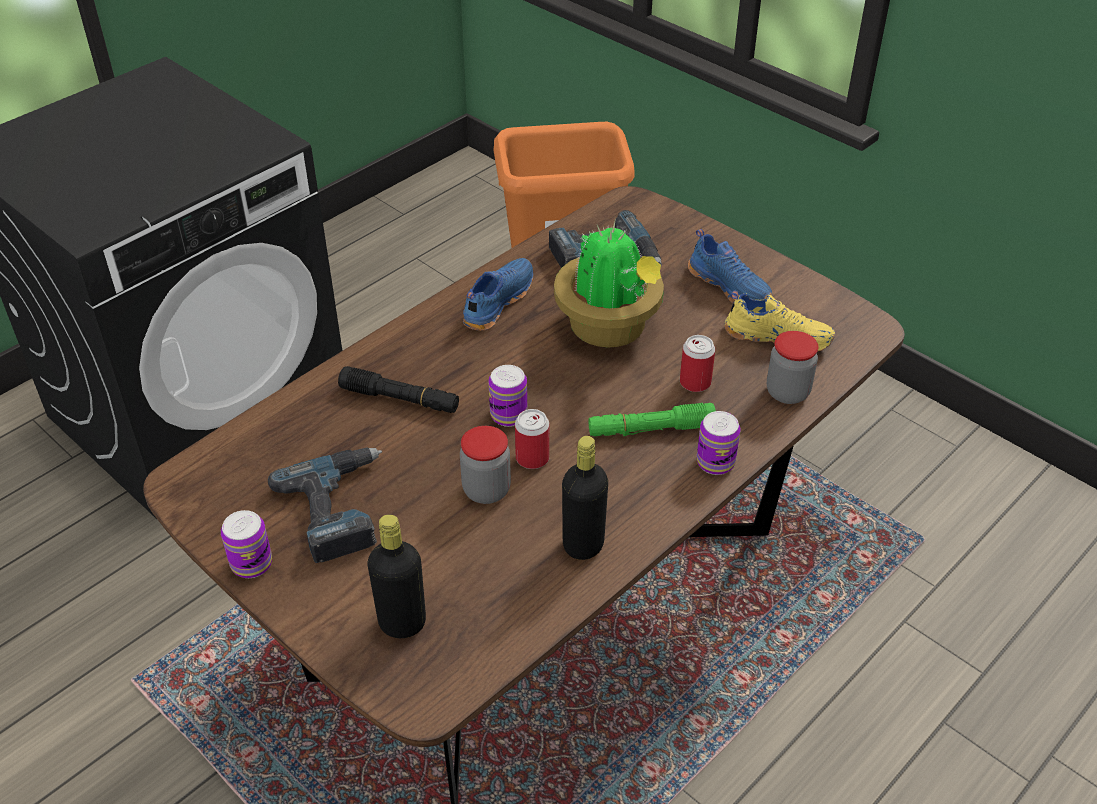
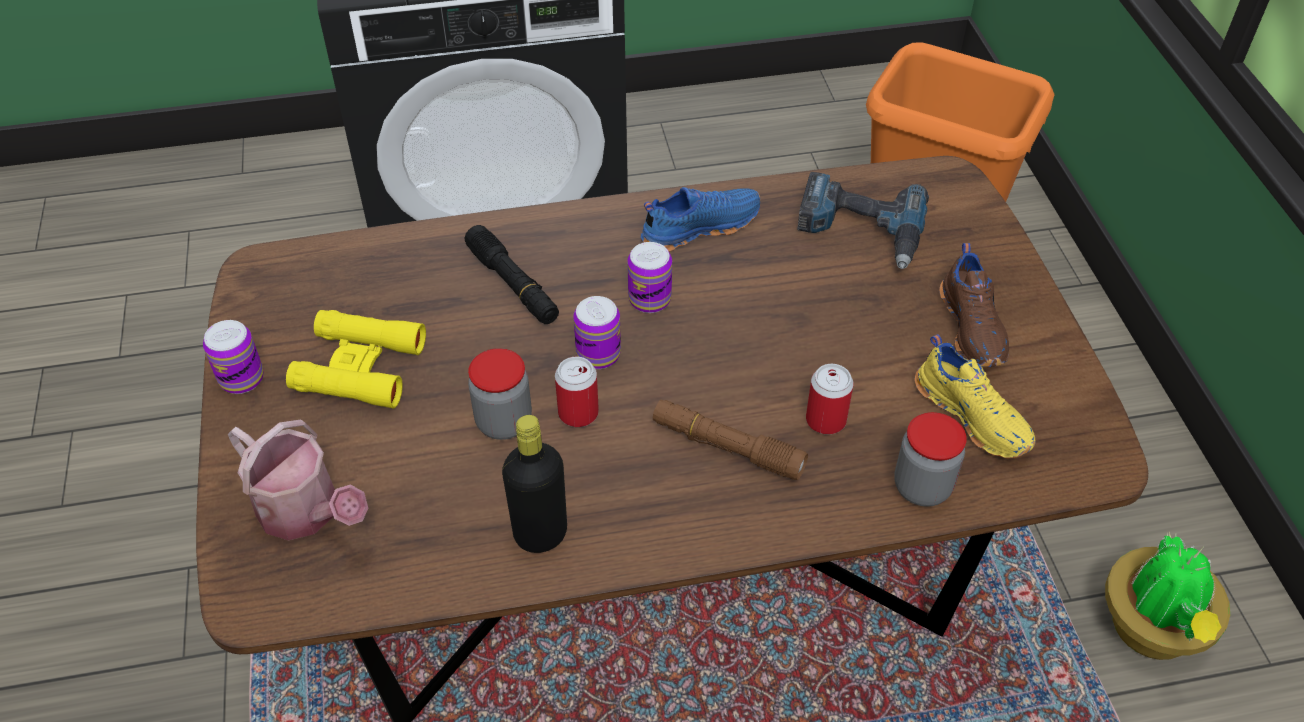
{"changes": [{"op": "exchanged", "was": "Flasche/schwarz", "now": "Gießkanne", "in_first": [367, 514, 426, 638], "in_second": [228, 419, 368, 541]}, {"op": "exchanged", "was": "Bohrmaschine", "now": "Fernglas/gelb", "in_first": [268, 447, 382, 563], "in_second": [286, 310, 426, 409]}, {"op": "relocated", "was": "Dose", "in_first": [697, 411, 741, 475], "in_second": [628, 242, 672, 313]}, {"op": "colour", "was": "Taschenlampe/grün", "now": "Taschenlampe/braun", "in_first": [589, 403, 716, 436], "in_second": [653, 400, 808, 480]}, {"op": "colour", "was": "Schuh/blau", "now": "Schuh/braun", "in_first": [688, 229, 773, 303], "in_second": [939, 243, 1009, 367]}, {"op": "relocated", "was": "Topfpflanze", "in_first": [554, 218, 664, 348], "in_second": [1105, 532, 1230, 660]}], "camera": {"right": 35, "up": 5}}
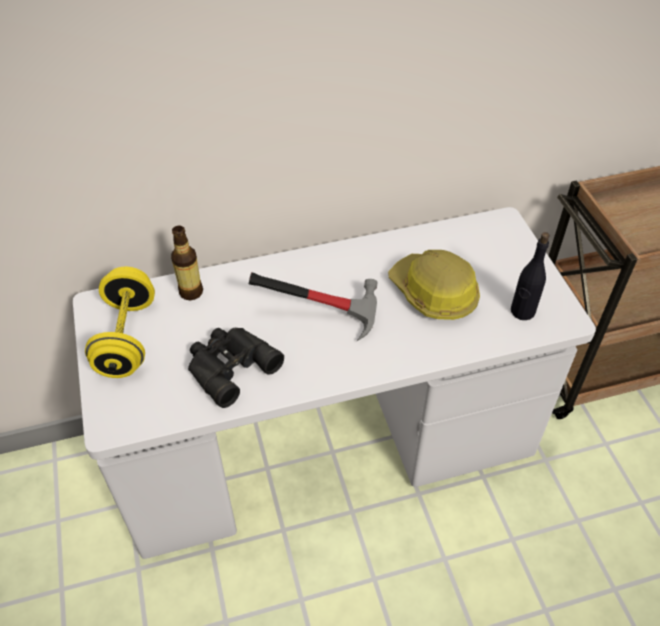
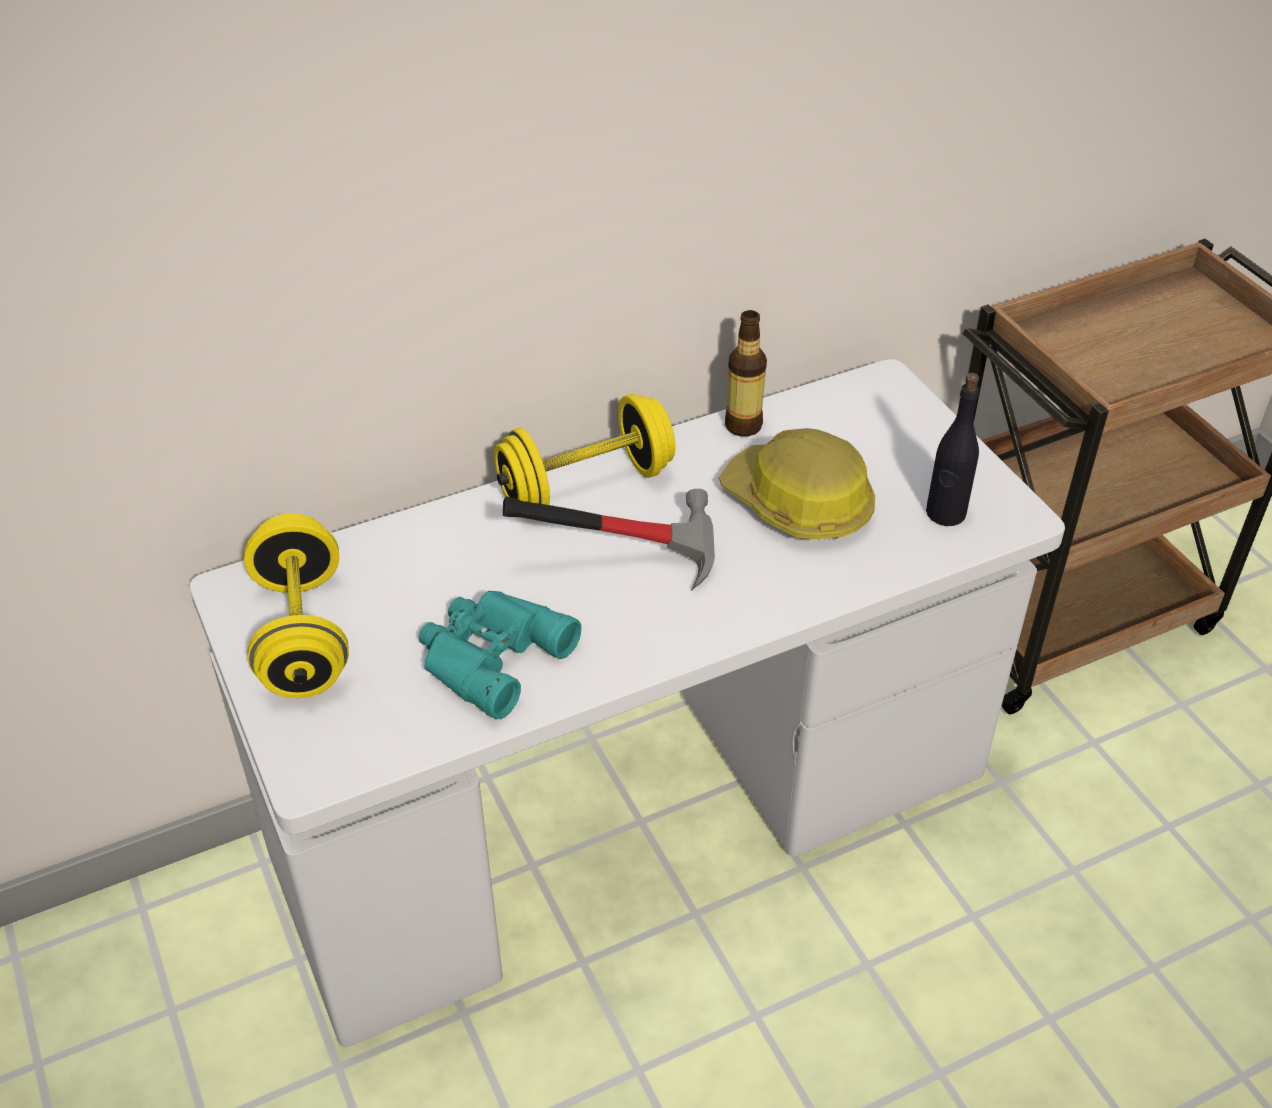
{"changes": [{"op": "colour", "was": "Fernglas/schwarz", "now": "Fernglas/türkis", "in_first": [188, 328, 284, 408], "in_second": [419, 591, 581, 719]}, {"op": "appeared", "now": "Hantel/gelb", "in_second": [494, 394, 675, 505]}, {"op": "relocated", "was": "Flasche", "in_first": [171, 226, 203, 300], "in_second": [725, 310, 767, 436]}], "camera": {"right": -10, "up": -5}}
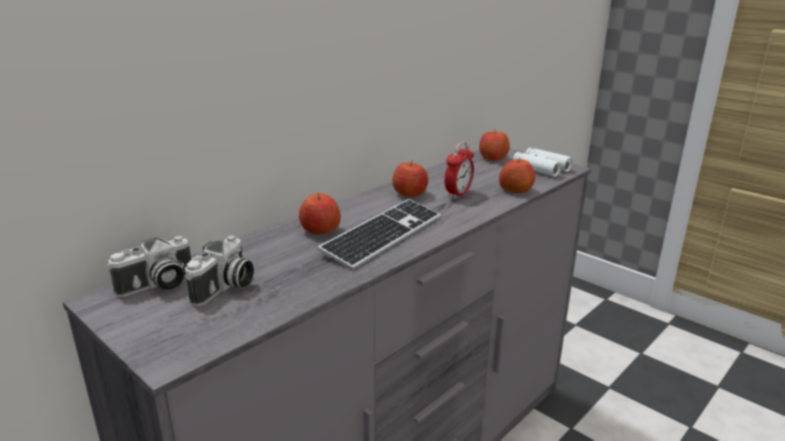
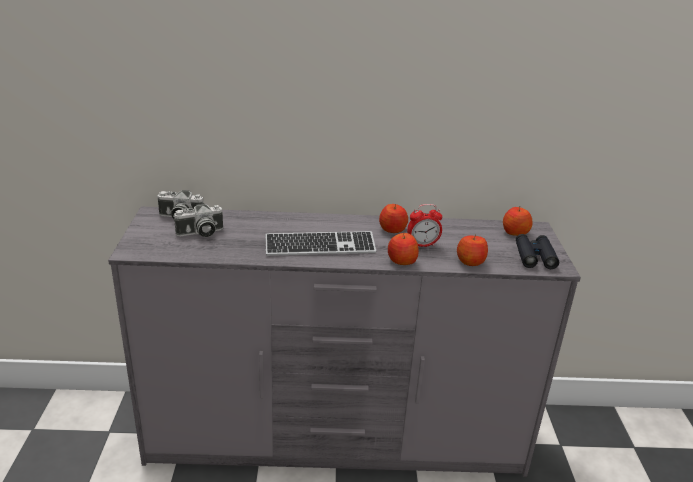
{"changes": [{"op": "relocated", "was": "Apfel", "in_first": [299, 193, 341, 234], "in_second": [388, 233, 419, 265]}, {"op": "colour", "was": "Fernglas/weiß", "now": "Fernglas/schwarz", "in_first": [513, 148, 573, 177], "in_second": [516, 234, 559, 269]}], "camera": {"right": 45, "up": 5}}
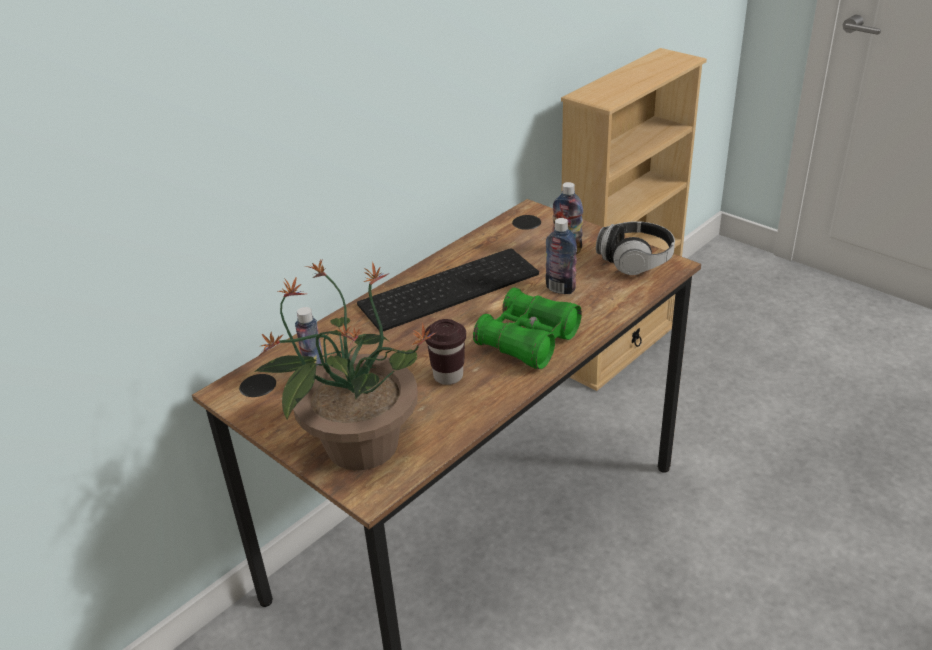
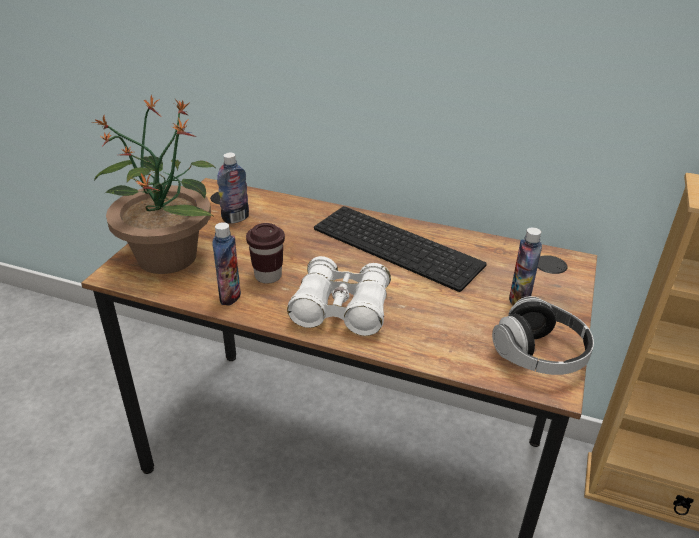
{"changes": [{"op": "relocated", "was": "Flasche", "in_first": [545, 218, 577, 294], "in_second": [212, 222, 241, 306]}, {"op": "colour", "was": "Fernglas/grün", "now": "Fernglas/weiß", "in_first": [473, 288, 582, 369], "in_second": [287, 256, 391, 336]}], "camera": {"right": 65, "up": 0}}
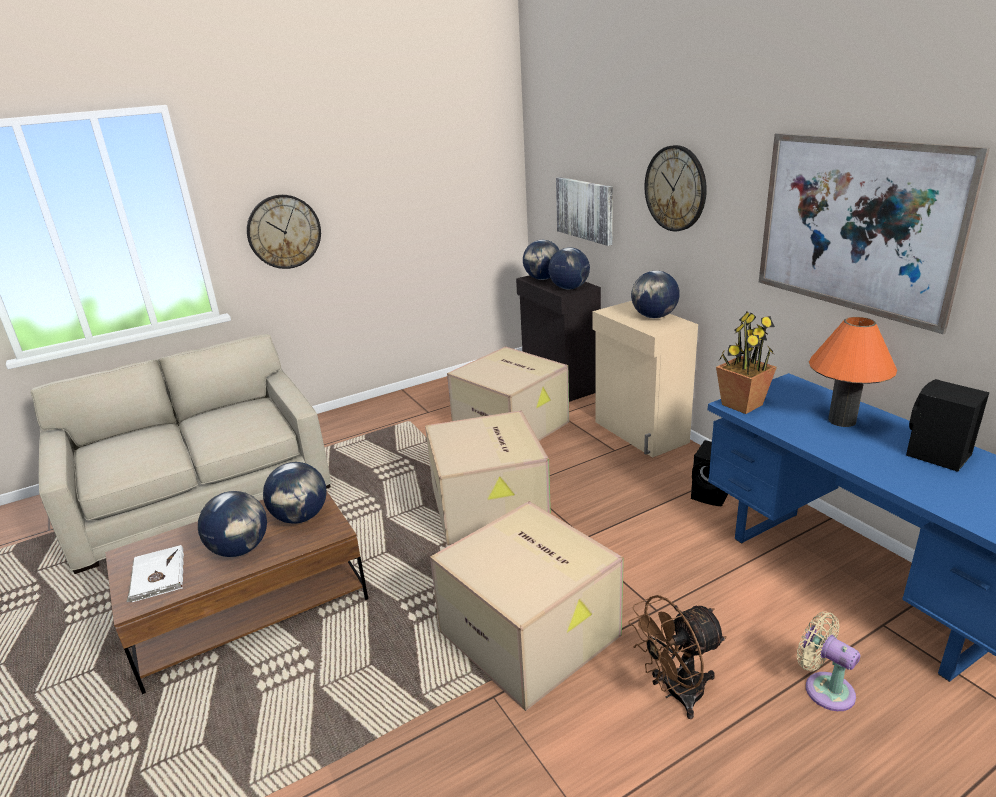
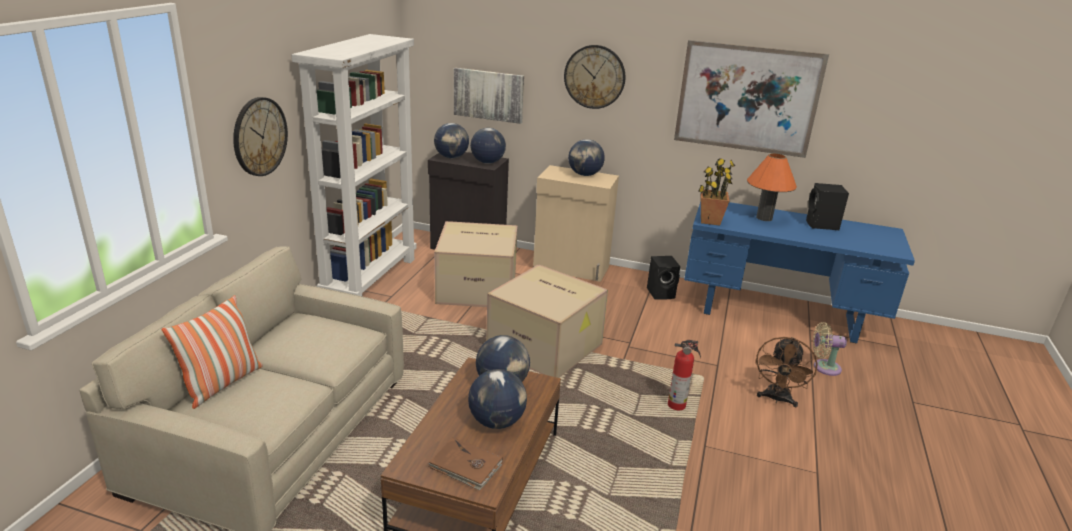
{"changes": [{"op": "appeared", "now": "Kissen", "in_second": [162, 295, 263, 409]}, {"op": "appeared", "now": "Bücherregal/weiß", "in_second": [291, 34, 417, 296]}, {"op": "colour", "was": "Buch/weiß", "now": "Buch/braun", "in_first": [126, 545, 184, 602], "in_second": [428, 437, 503, 490]}, {"op": "exchanged", "was": "Karton", "now": "Feuerlöscher", "in_first": [430, 501, 624, 711], "in_second": [668, 340, 701, 411]}], "camera": {"right": -45, "up": 0}}
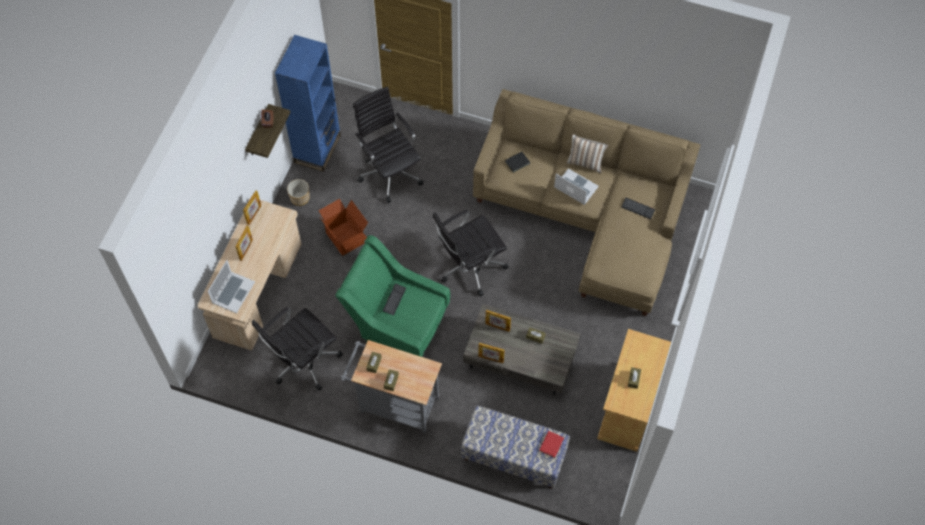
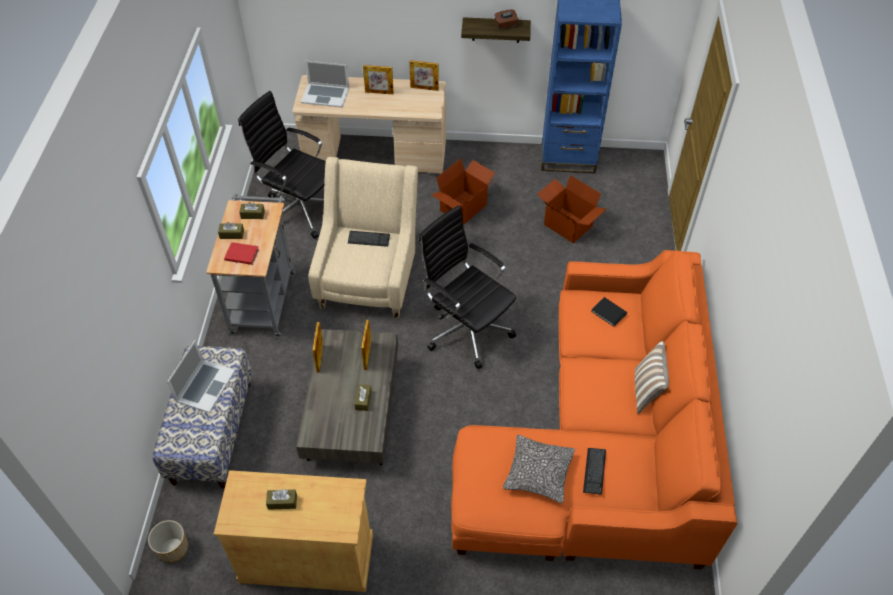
{"changes": [{"op": "relocated", "was": "Pflanzkübel", "in_first": [287, 179, 310, 206], "in_second": [148, 520, 188, 563]}, {"op": "relocated", "was": "Laptop", "in_first": [554, 168, 599, 205], "in_second": [167, 340, 235, 413]}, {"op": "relocated", "was": "Buch/rot", "in_first": [539, 431, 564, 458], "in_second": [224, 242, 259, 265]}, {"op": "colour", "was": "Sessel/grün", "now": "Sessel/beige", "in_first": [335, 235, 450, 357], "in_second": [308, 157, 418, 318]}, {"op": "colour", "was": "Sofa/beige", "now": "Sofa/orange", "in_first": [473, 89, 701, 316], "in_second": [451, 250, 738, 570]}, {"op": "appeared", "now": "Kissen", "in_second": [503, 435, 575, 503]}, {"op": "exchanged", "was": "Bürostuhl/schwarz", "now": "Karton", "in_first": [353, 87, 424, 203], "in_second": [537, 175, 607, 243]}], "camera": {"right": 75, "up": -10}}
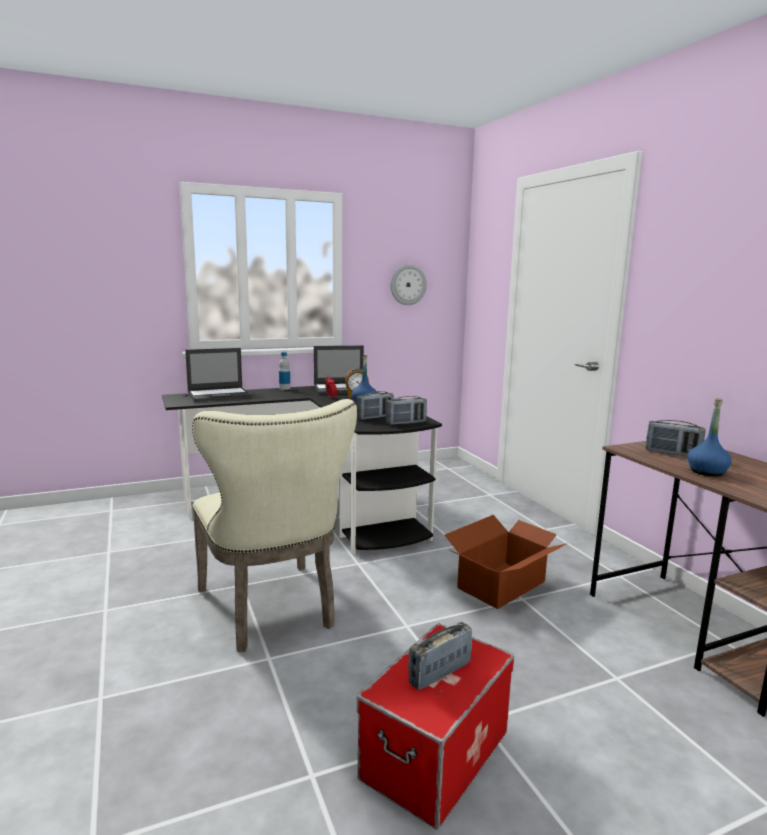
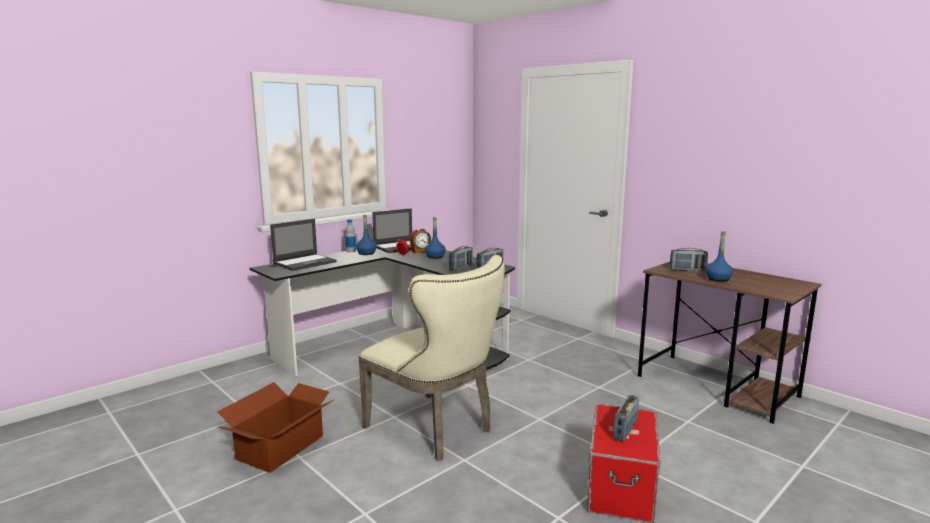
{"changes": [{"op": "relocated", "was": "Karton", "in_first": [445, 515, 566, 609], "in_second": [218, 382, 334, 473]}, {"op": "appeared", "now": "Flasche/blau", "in_second": [356, 215, 377, 255]}, {"op": "missing", "was": "Wanduhr", "in_first": [391, 264, 427, 305]}], "camera": {"right": -20, "up": 0}}
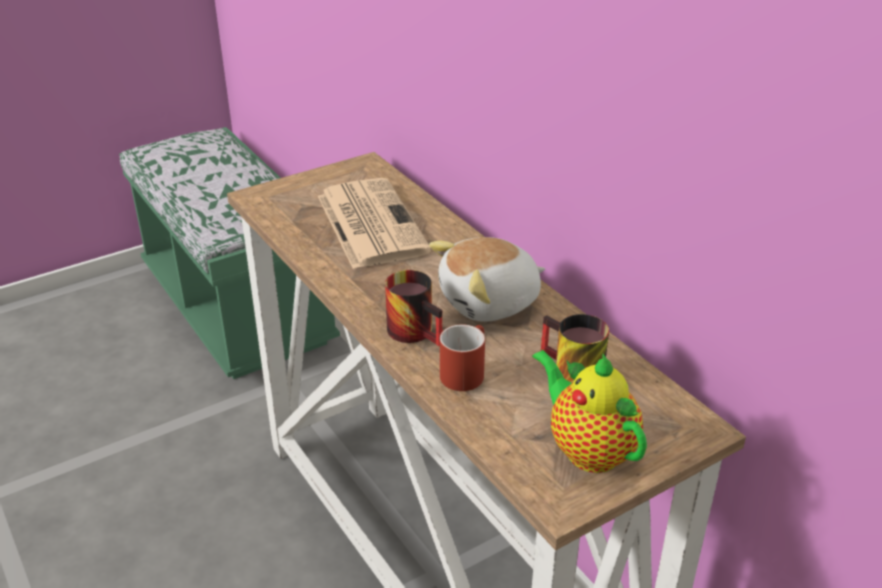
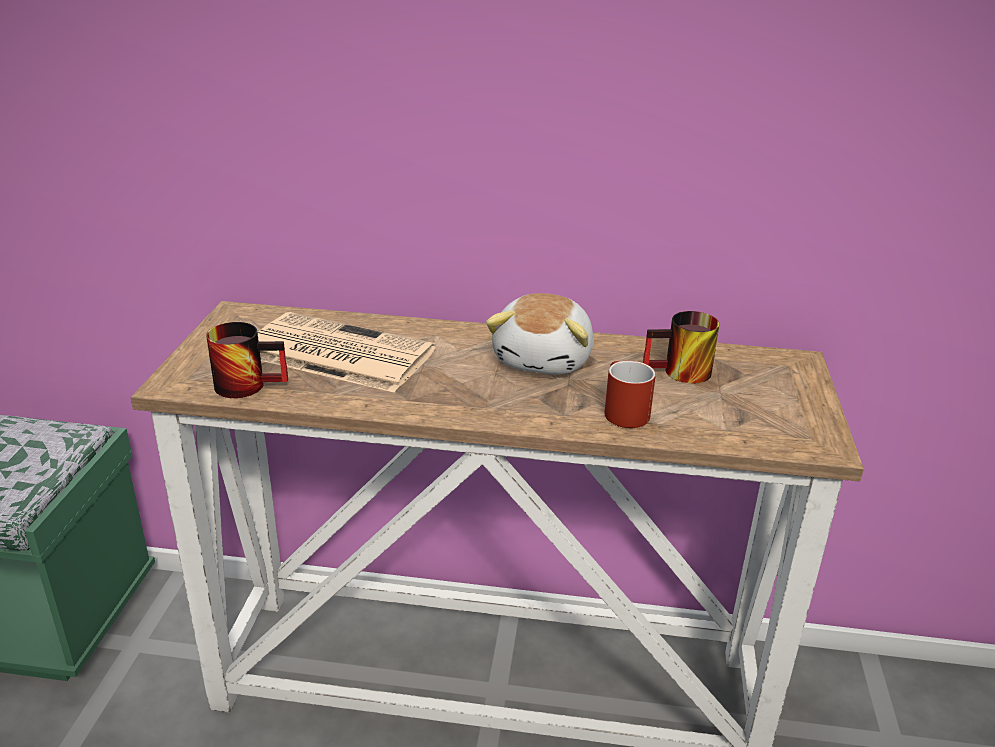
{"changes": [{"op": "relocated", "was": "Henkelbecher", "in_first": [385, 270, 443, 346], "in_second": [206, 322, 288, 398]}, {"op": "missing", "was": "Teekanne", "in_first": [532, 350, 647, 473]}], "camera": {"right": -50, "up": -5}}
